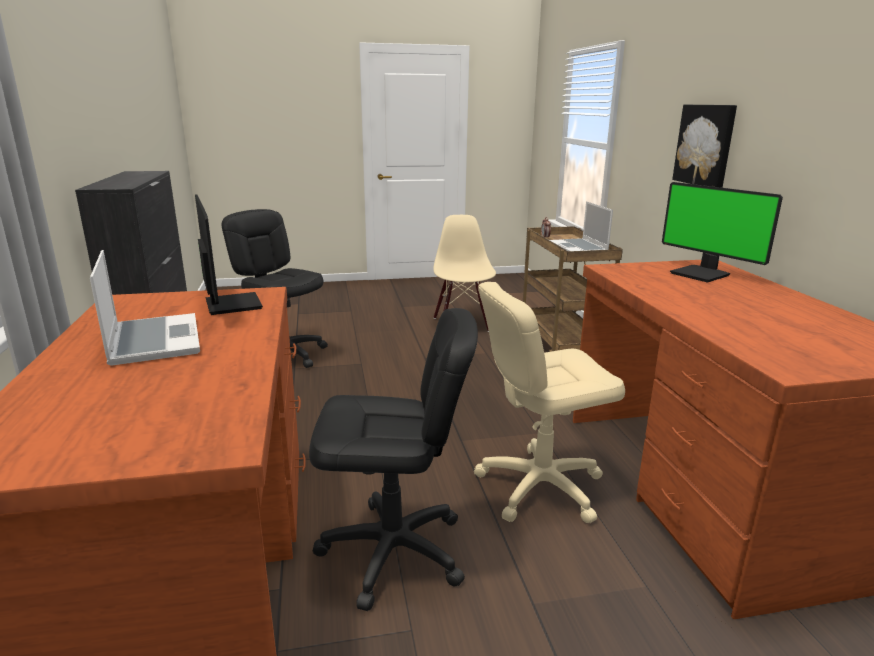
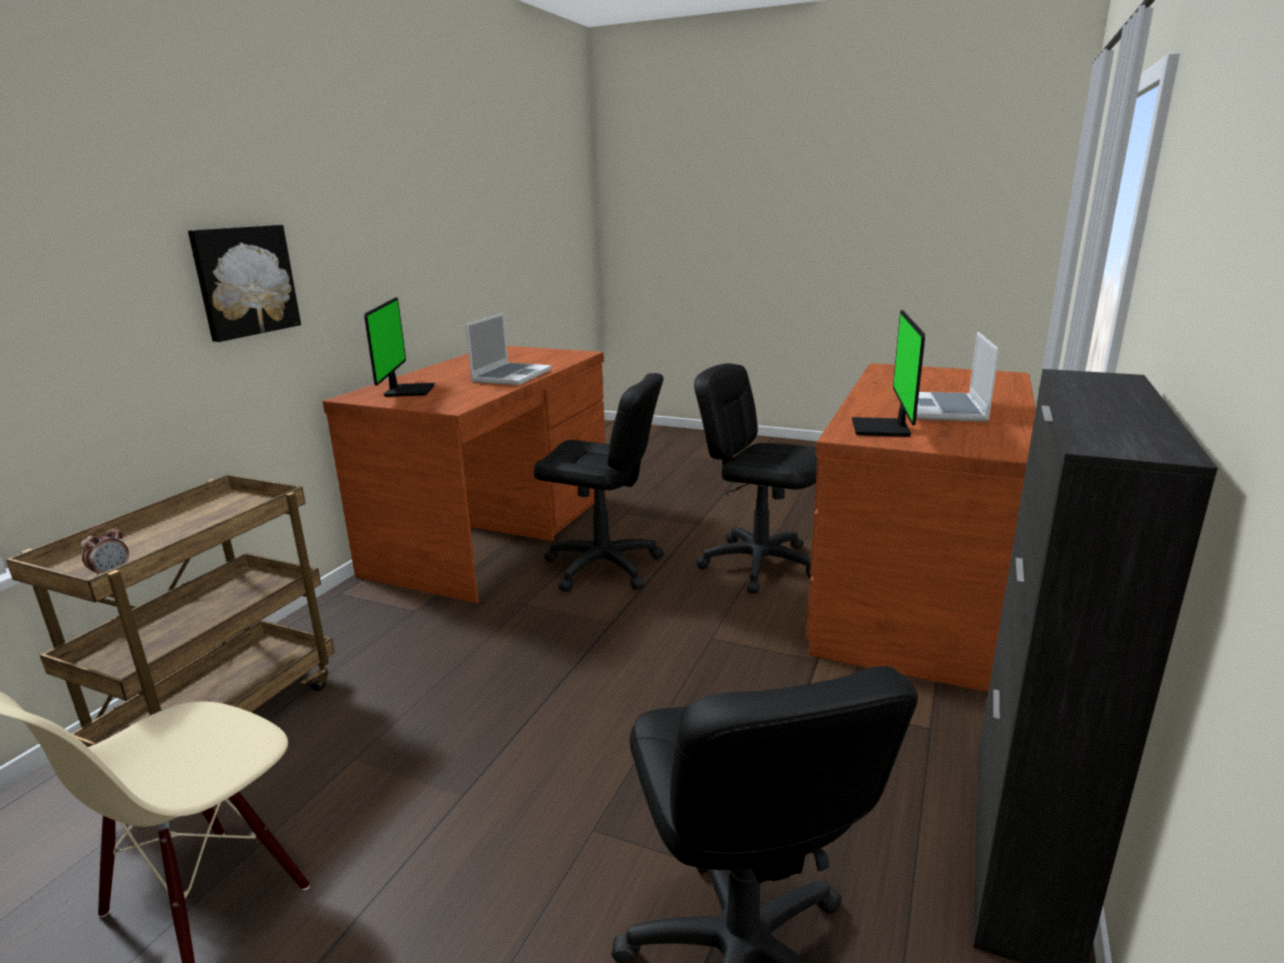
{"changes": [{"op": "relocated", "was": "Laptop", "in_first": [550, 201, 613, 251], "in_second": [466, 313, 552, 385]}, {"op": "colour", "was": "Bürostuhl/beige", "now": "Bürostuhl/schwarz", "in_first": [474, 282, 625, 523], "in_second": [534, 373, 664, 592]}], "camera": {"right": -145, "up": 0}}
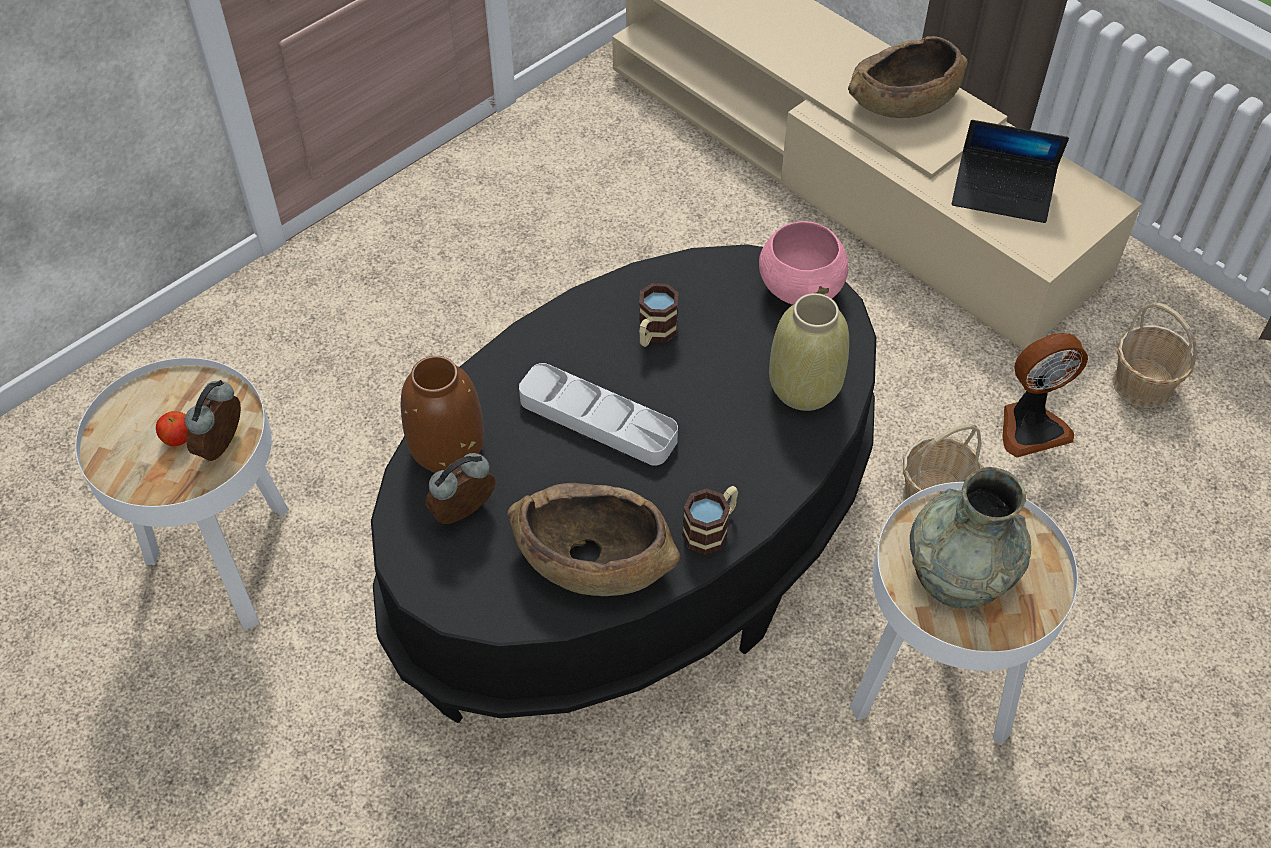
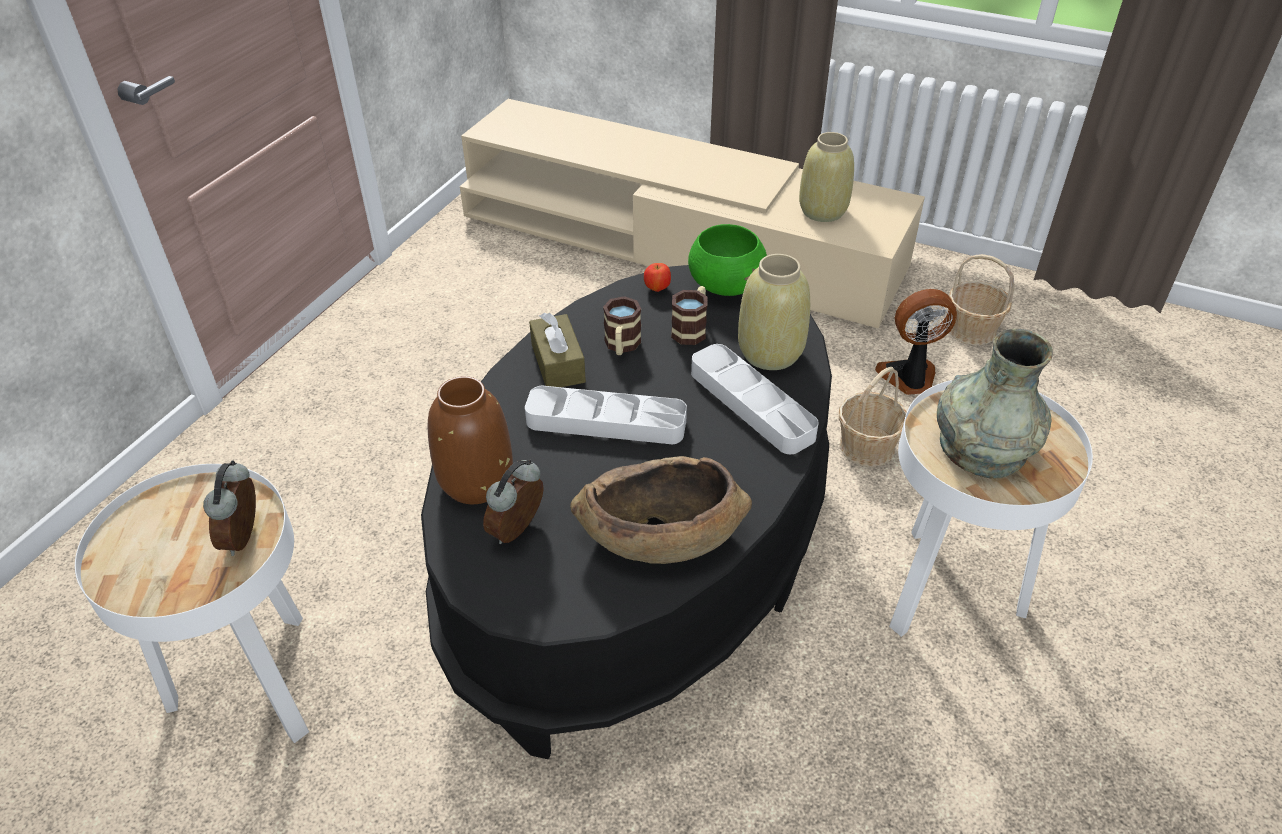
{"changes": [{"op": "appeared", "now": "Taschentuchbox/braun", "in_second": [529, 313, 586, 387]}, {"op": "relocated", "was": "Apfel", "in_first": [156, 411, 188, 446], "in_second": [644, 263, 671, 292]}, {"op": "relocated", "was": "Henkelbecher", "in_first": [682, 486, 738, 555], "in_second": [671, 286, 707, 345]}, {"op": "colour", "was": "Schüssel/rosa", "now": "Schüssel/grün", "in_first": [759, 221, 849, 305], "in_second": [688, 224, 767, 296]}, {"op": "appeared", "now": "Tablett/grau", "in_second": [691, 344, 819, 454]}, {"op": "exchanged", "was": "Laptop", "now": "Vase/beige", "in_first": [952, 120, 1069, 223], "in_second": [799, 132, 854, 222]}, {"op": "spun", "was": "Ventilator", "in_first": [1002, 333, 1088, 457], "in_second": [875, 289, 957, 395], "clockwise": -150}, {"op": "missing", "was": "Schüssel/braun", "in_first": [848, 36, 968, 118]}], "camera": {"right": -20, "up": -10}}
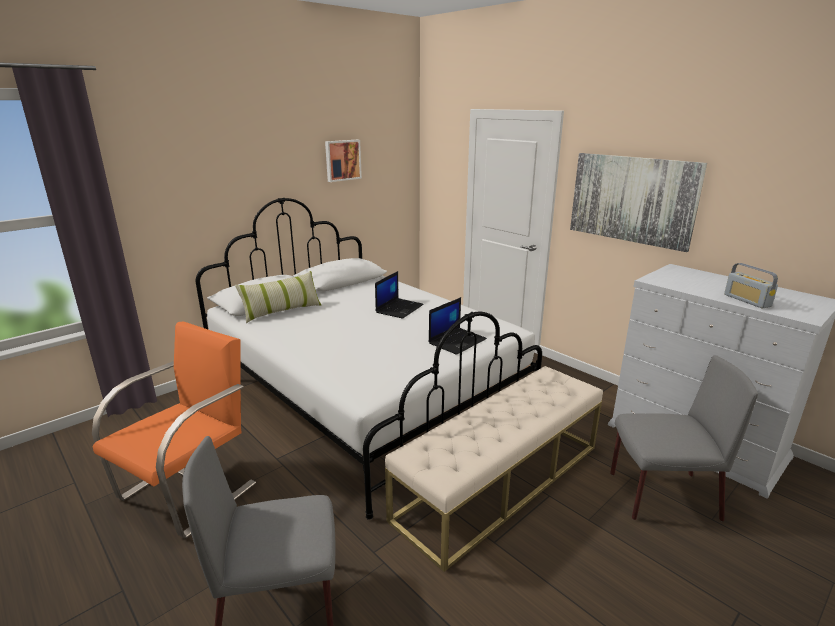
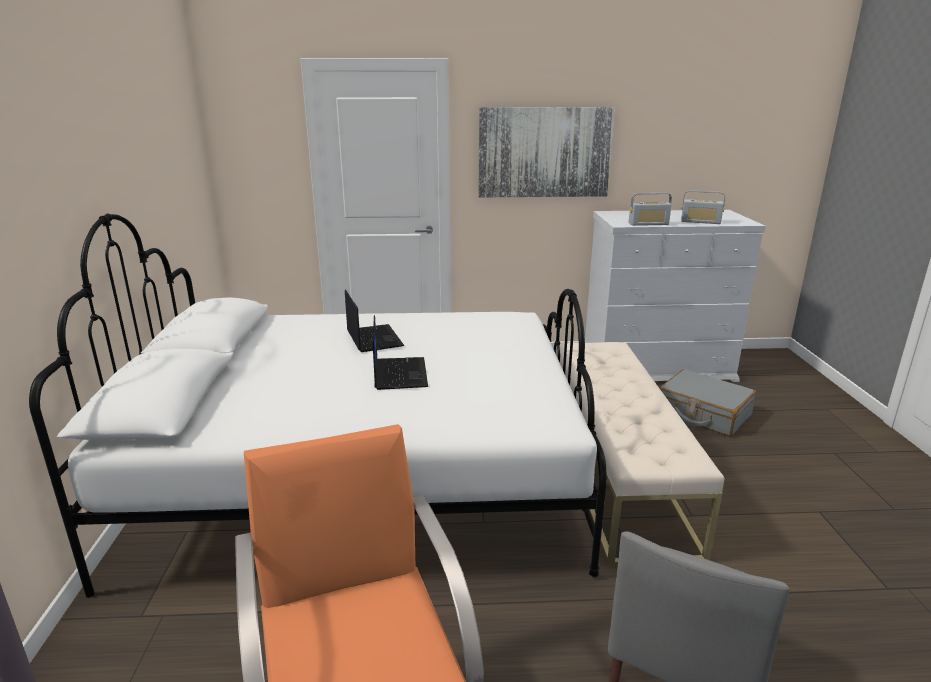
{"changes": [{"op": "relocated", "was": "Laptop", "in_first": [429, 297, 487, 355], "in_second": [373, 315, 428, 390]}, {"op": "appeared", "now": "Radio", "in_second": [629, 193, 672, 226]}, {"op": "exchanged", "was": "Stuhl/grau", "now": "Koffer/grau", "in_first": [610, 355, 758, 521], "in_second": [660, 369, 756, 437]}, {"op": "missing", "was": "Kissen", "in_first": [235, 271, 321, 323]}, {"op": "missing", "was": "Bild", "in_first": [325, 140, 362, 182]}], "camera": {"right": -50, "up": 0}}
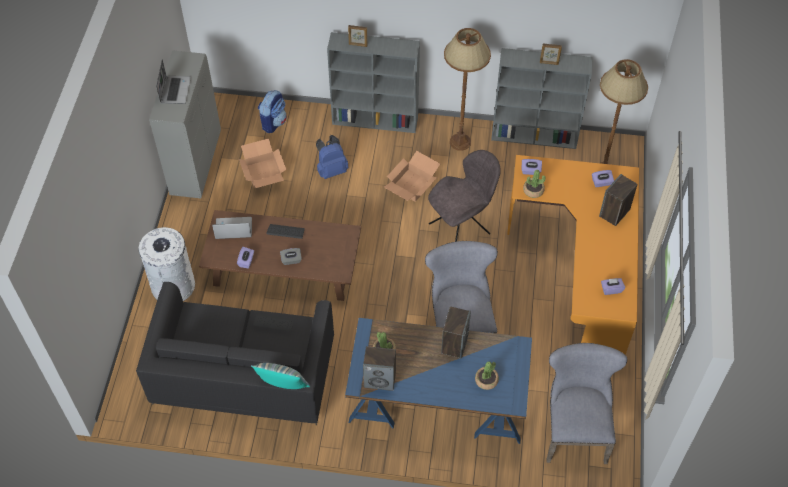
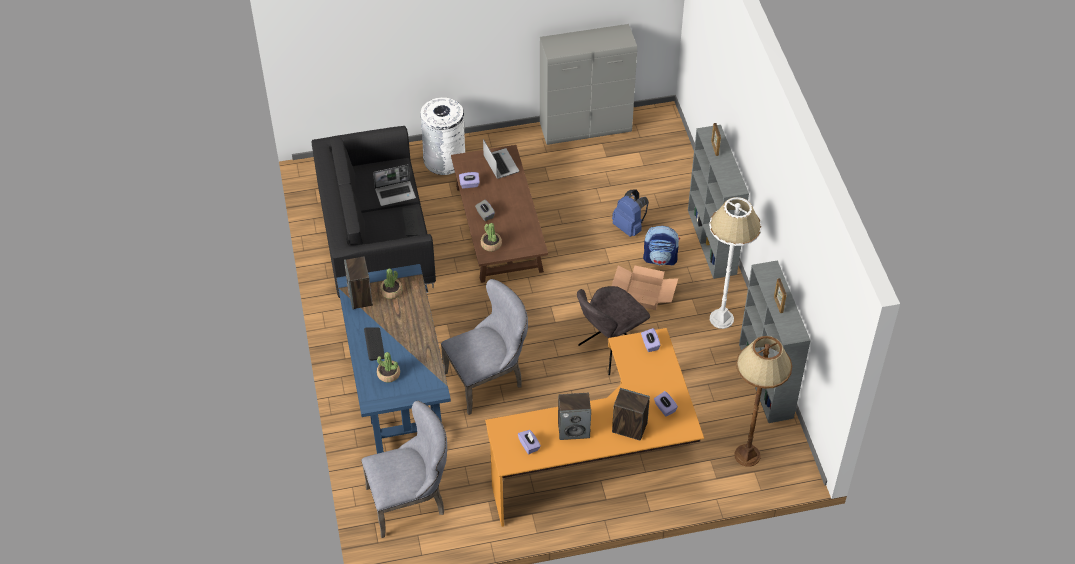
{"changes": [{"op": "relocated", "was": "Tastatur", "in_first": [267, 224, 305, 239], "in_second": [364, 327, 385, 361]}, {"op": "relocated", "was": "Laptop", "in_first": [156, 59, 191, 104], "in_second": [373, 164, 416, 206]}, {"op": "relocated", "was": "Topfpflanze", "in_first": [523, 170, 546, 198], "in_second": [481, 223, 502, 252]}, {"op": "relocated", "was": "Lautsprecher", "in_first": [441, 306, 471, 359], "in_second": [558, 393, 591, 440]}, {"op": "spun", "was": "Stuhl/grau", "in_first": [428, 150, 501, 242], "in_second": [577, 286, 650, 375], "clockwise": 105}, {"op": "relocated", "was": "Rucksack", "in_first": [258, 90, 287, 133], "in_second": [643, 226, 680, 265]}, {"op": "colour", "was": "Stehlampe/braun", "now": "Stehlampe/weiß", "in_first": [444, 28, 491, 151], "in_second": [709, 197, 762, 329]}, {"op": "missing", "was": "Karton", "in_first": [239, 138, 286, 188]}, {"op": "missing", "was": "Kissen", "in_first": [251, 363, 310, 389]}], "camera": {"right": 70, "up": -5}}
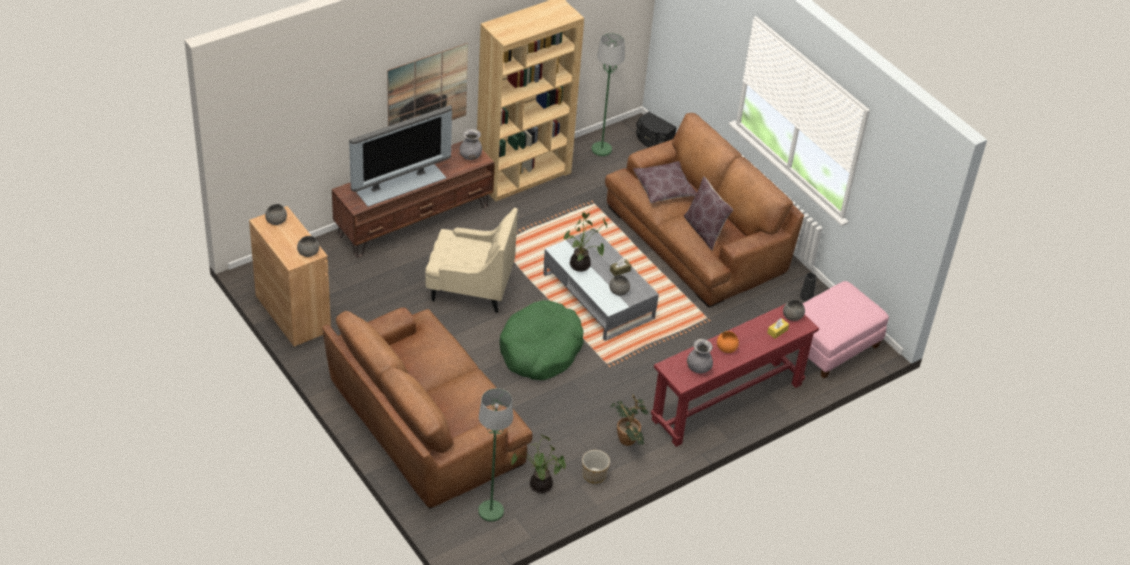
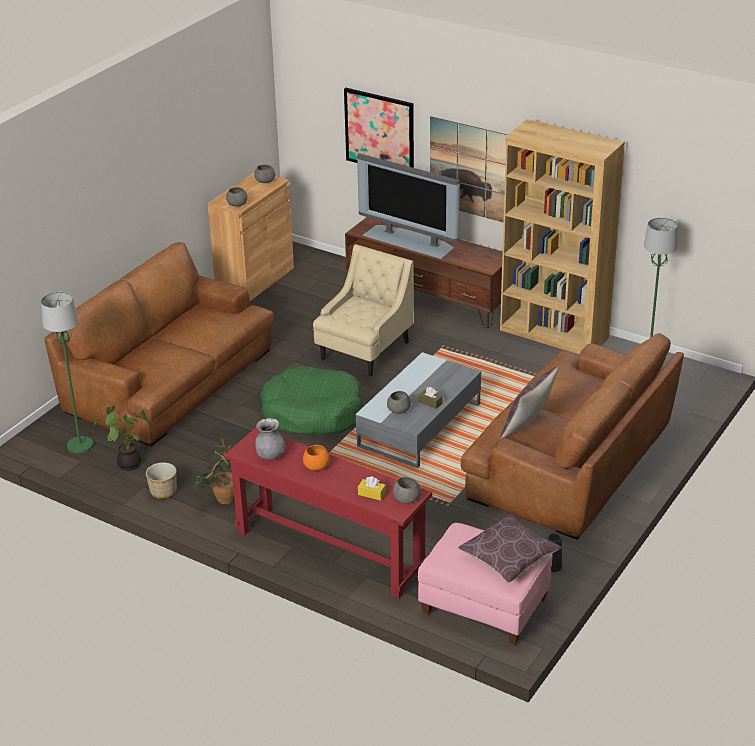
{"changes": [{"op": "spun", "was": "Sessel/beige", "in_first": [425, 208, 518, 313], "in_second": [313, 244, 414, 376], "clockwise": -135}, {"op": "appeared", "now": "Bild", "in_second": [344, 88, 414, 168]}, {"op": "relocated", "was": "Kissen/braun", "in_first": [633, 161, 697, 203], "in_second": [458, 515, 561, 583]}, {"op": "missing", "was": "Vase/grau", "in_first": [460, 129, 482, 160]}, {"op": "missing", "was": "Topfpflanze", "in_first": [563, 212, 607, 272]}, {"op": "missing", "was": "Lautsprecher/schwarz", "in_first": [636, 111, 677, 147]}], "camera": {"right": 70, "up": -10}}
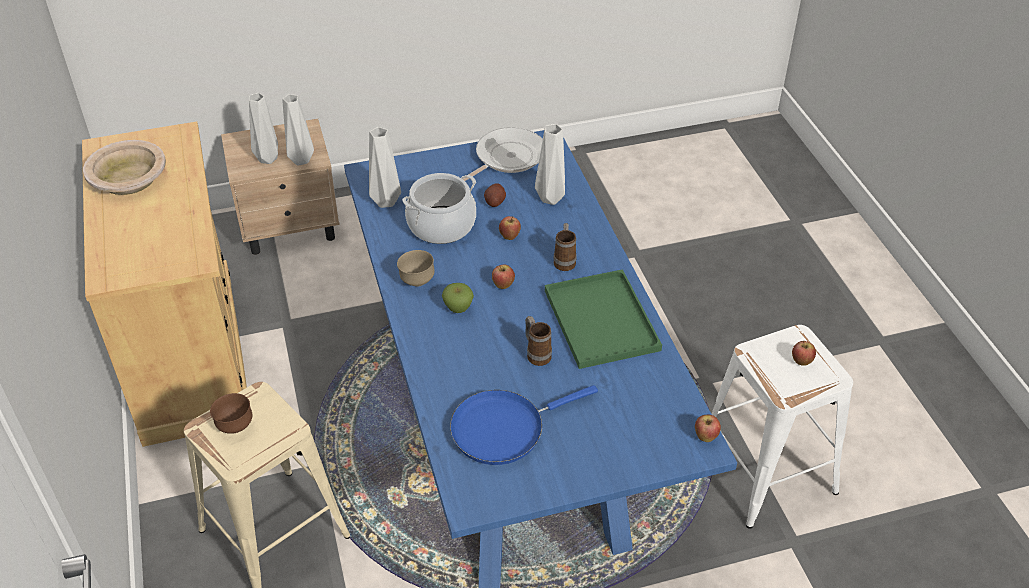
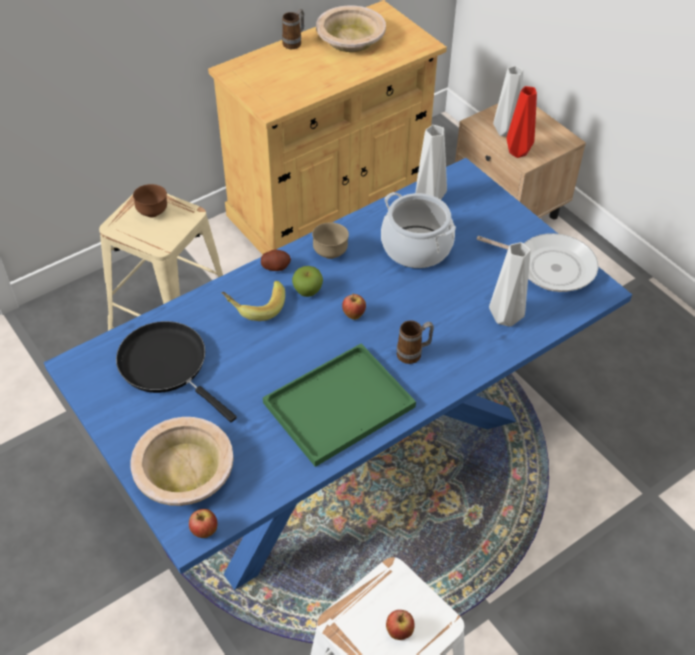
{"changes": [{"op": "colour", "was": "Pfanne/blau", "now": "Pfanne/schwarz", "in_first": [450, 385, 598, 465], "in_second": [116, 321, 237, 422]}, {"op": "appeared", "now": "Schüssel/beige", "in_second": [130, 417, 234, 506]}, {"op": "appeared", "now": "Banane", "in_second": [222, 281, 285, 321]}, {"op": "relocated", "was": "Kartoffel", "in_first": [484, 183, 506, 207], "in_second": [261, 250, 291, 271]}, {"op": "relocated", "was": "Henkelbecher", "in_first": [525, 316, 552, 366], "in_second": [282, 9, 304, 49]}, {"op": "colour", "was": "Vase/grau", "now": "Vase/rot", "in_first": [282, 94, 314, 166], "in_second": [507, 86, 537, 158]}, {"op": "missing", "was": "Apfel", "in_first": [499, 216, 521, 240]}], "camera": {"right": 70, "up": 5}}
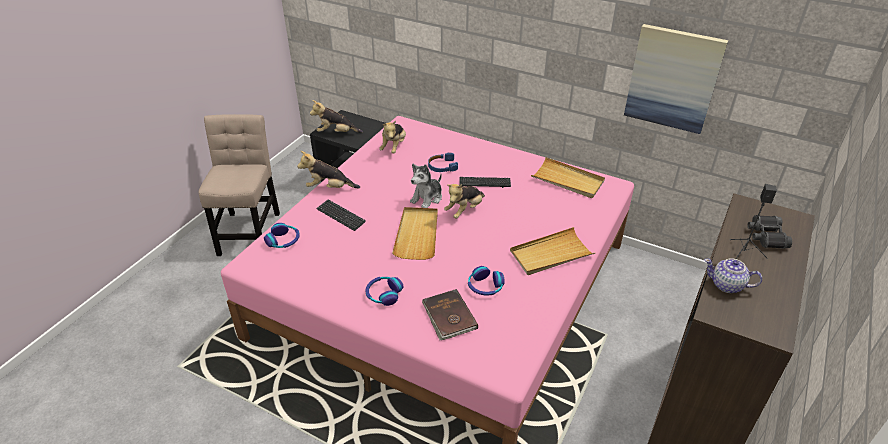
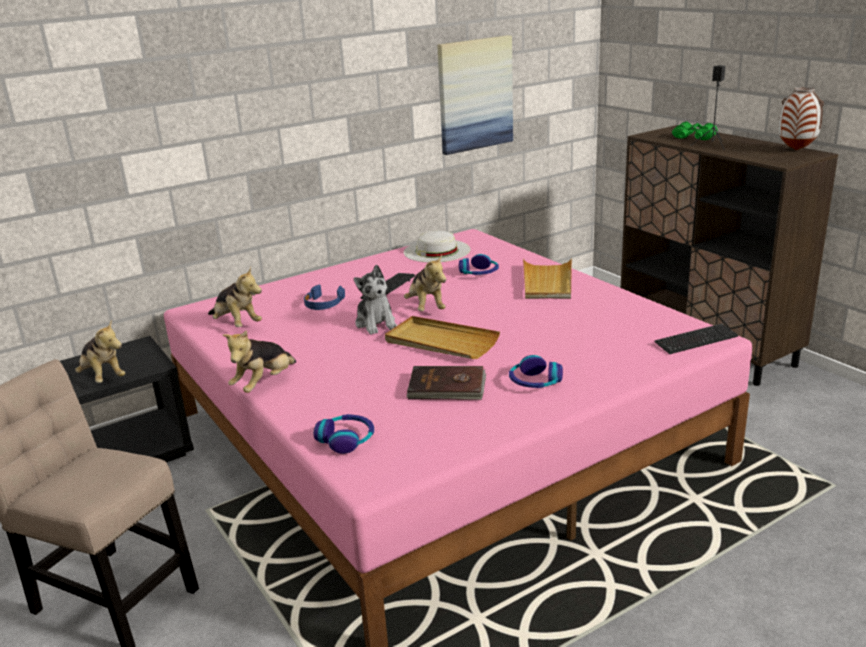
{"changes": [{"op": "spun", "was": "Plüschtier", "in_first": [310, 100, 363, 133], "in_second": [75, 320, 125, 383], "clockwise": -75}, {"op": "exchanged", "was": "Tablett/beige", "now": "Hut/weiß", "in_first": [531, 157, 605, 198], "in_second": [404, 231, 470, 263]}, {"op": "relocated", "was": "Buch/braun", "in_first": [422, 289, 478, 340], "in_second": [406, 366, 486, 400]}, {"op": "relocated", "was": "Kopfhörer", "in_first": [468, 266, 505, 295], "in_second": [459, 254, 499, 275]}, {"op": "relocated", "was": "Tastatur", "in_first": [316, 200, 366, 231], "in_second": [654, 324, 738, 354]}, {"op": "colour", "was": "Fernglas/schwarz", "now": "Fernglas/grün", "in_first": [747, 215, 792, 249], "in_second": [672, 122, 718, 140]}, {"op": "appeared", "now": "Vase", "in_second": [778, 87, 824, 150]}, {"op": "missing", "was": "Teekanne", "in_first": [704, 258, 762, 293]}], "camera": {"right": -60, "up": -15}}
